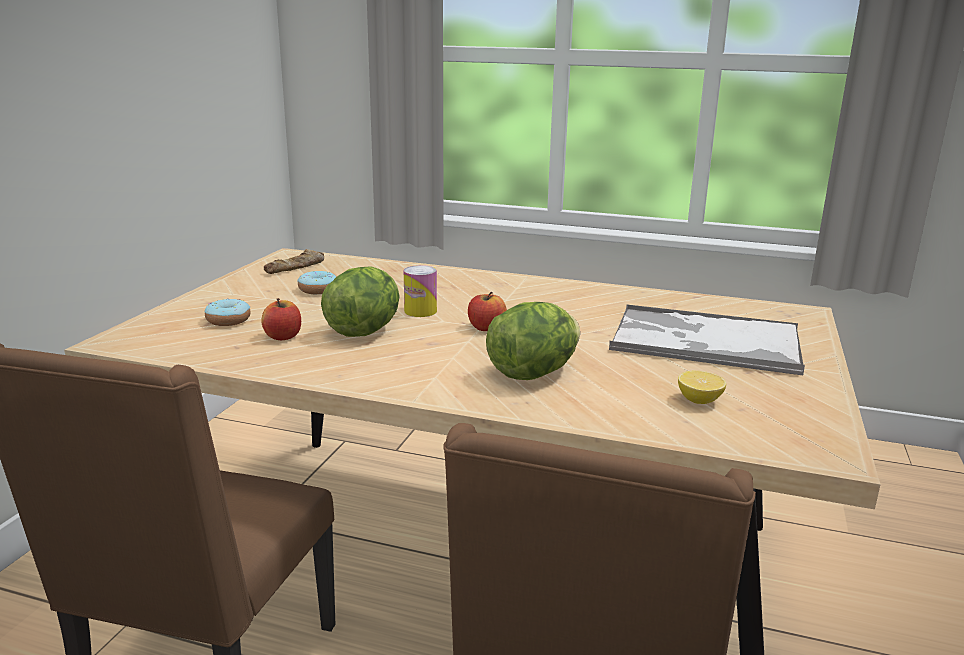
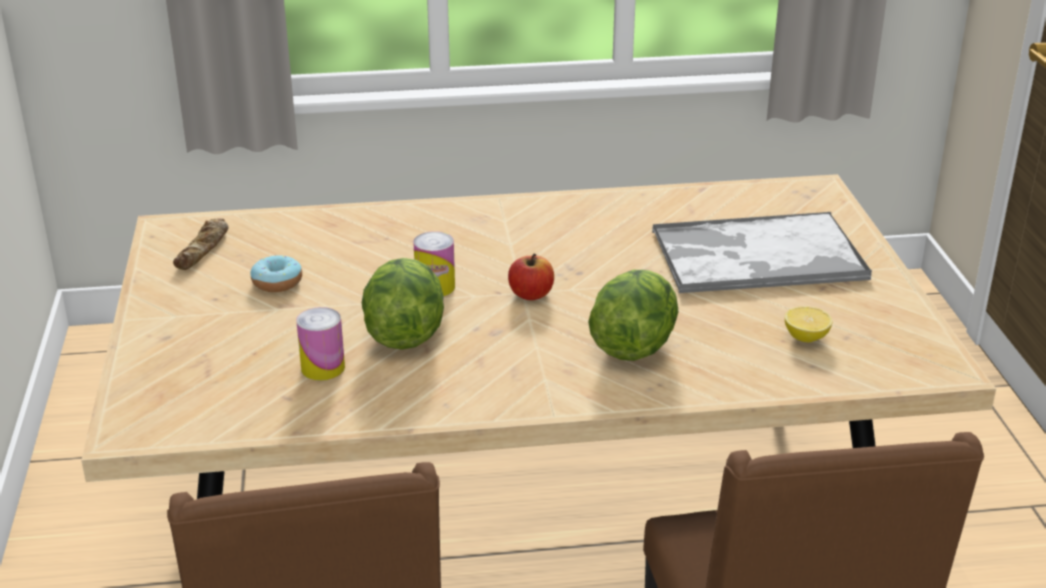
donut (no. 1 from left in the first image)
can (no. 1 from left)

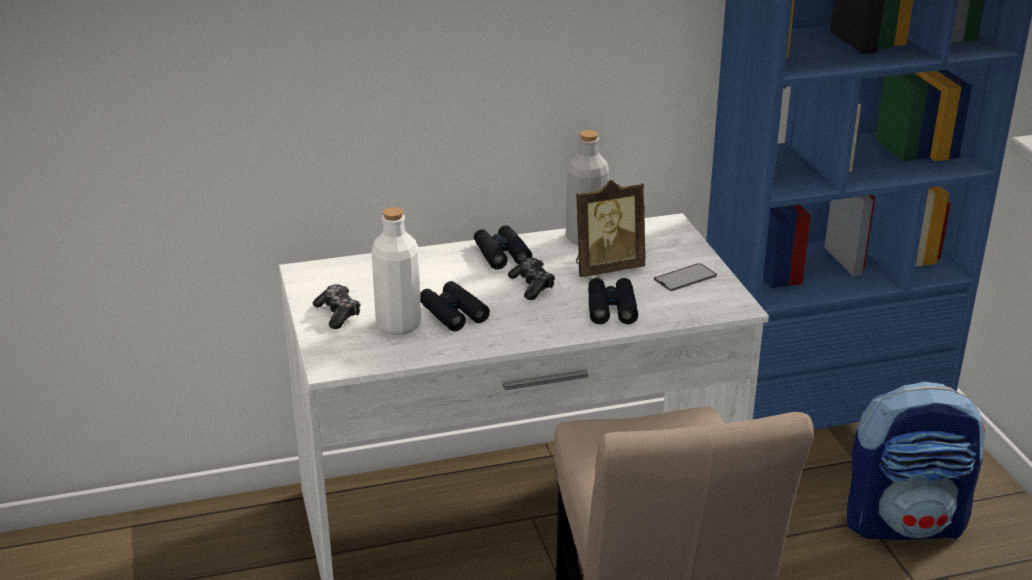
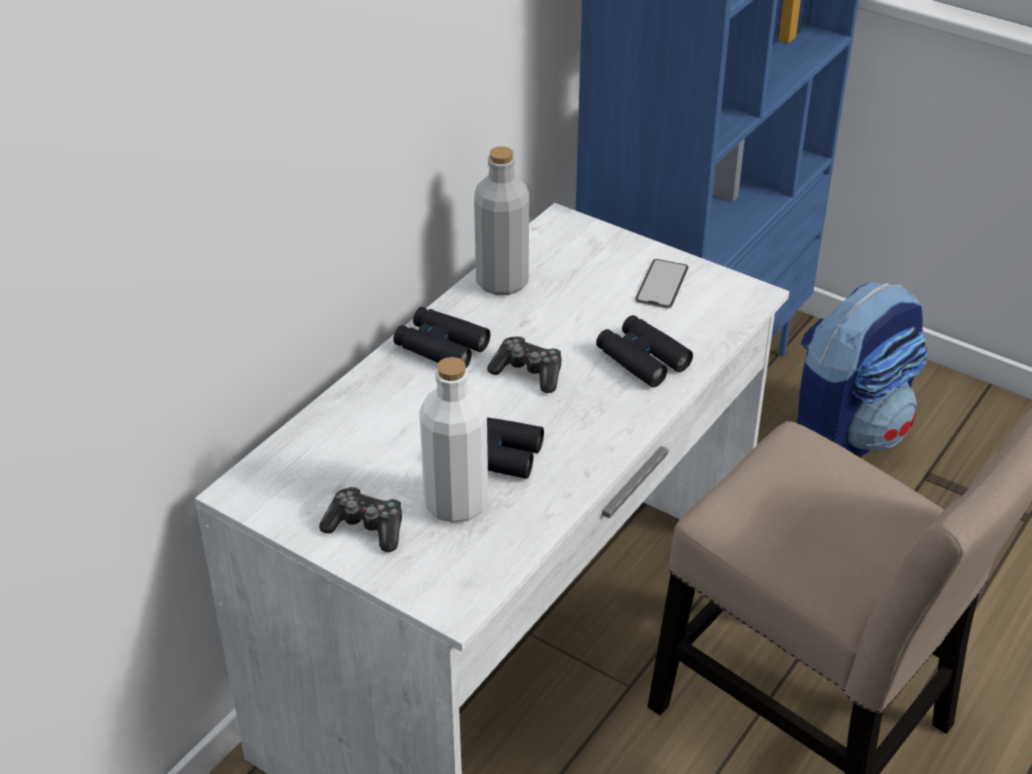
photo_frame

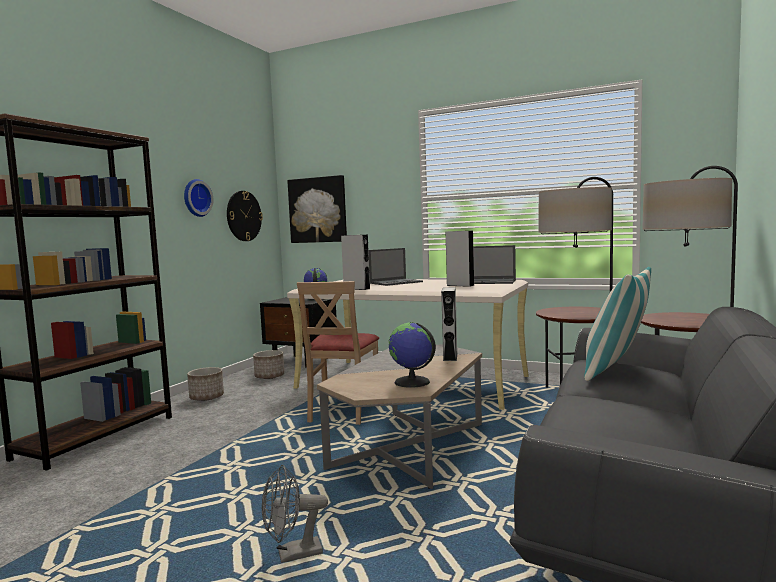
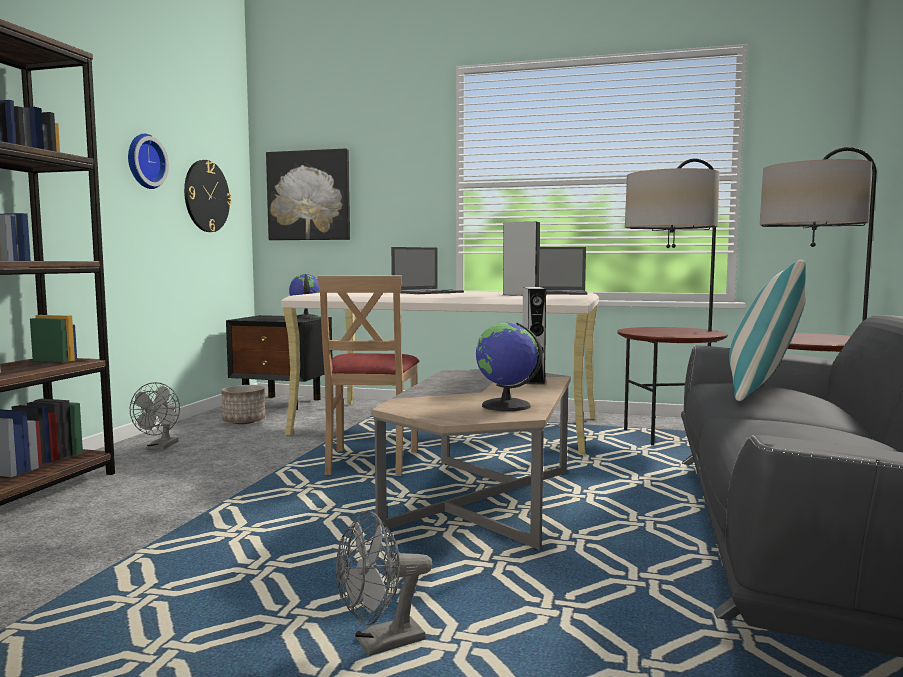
greyish_fan (no. 1 from left)
greyish_loudspeaker (no. 1 from left in the first image)

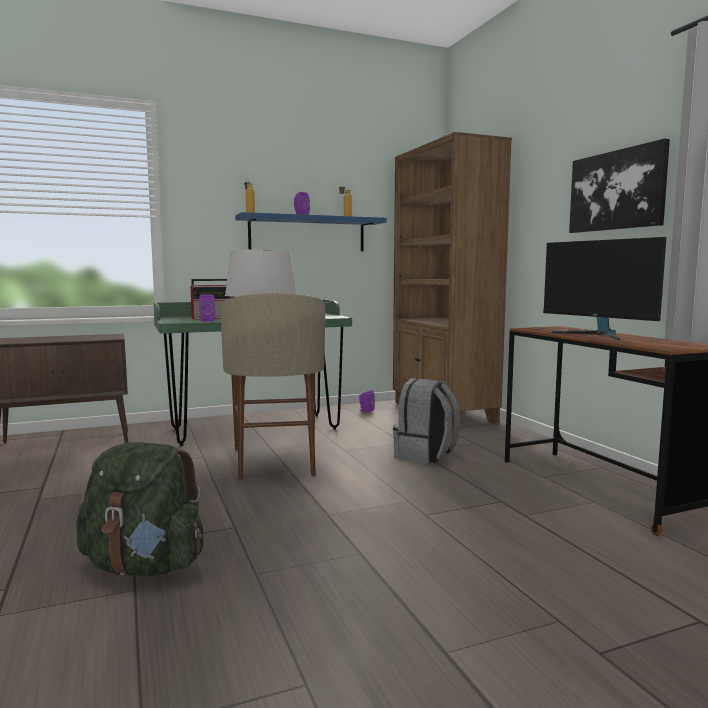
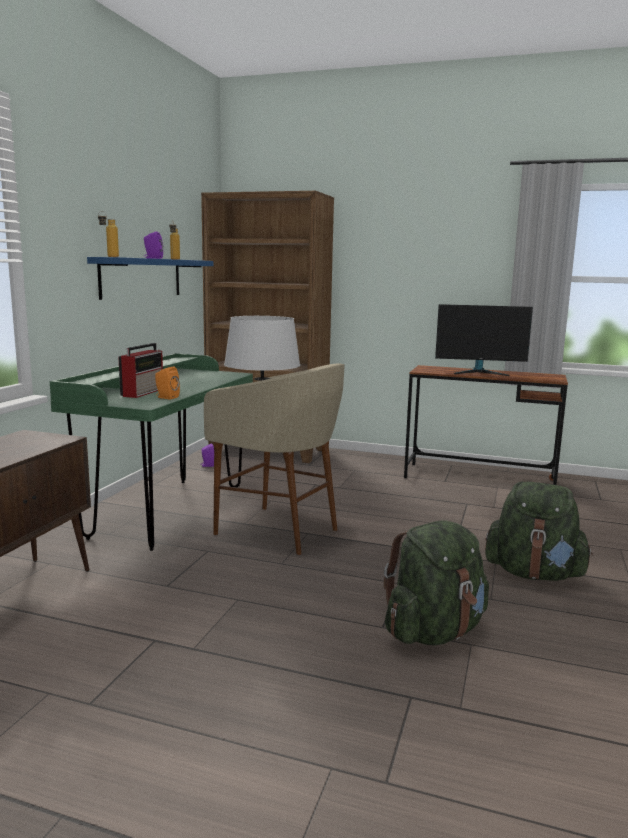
orange-coloured_loudspeaker
greyish_backpack
wall_picture
green_backpack (no. 2 from left)

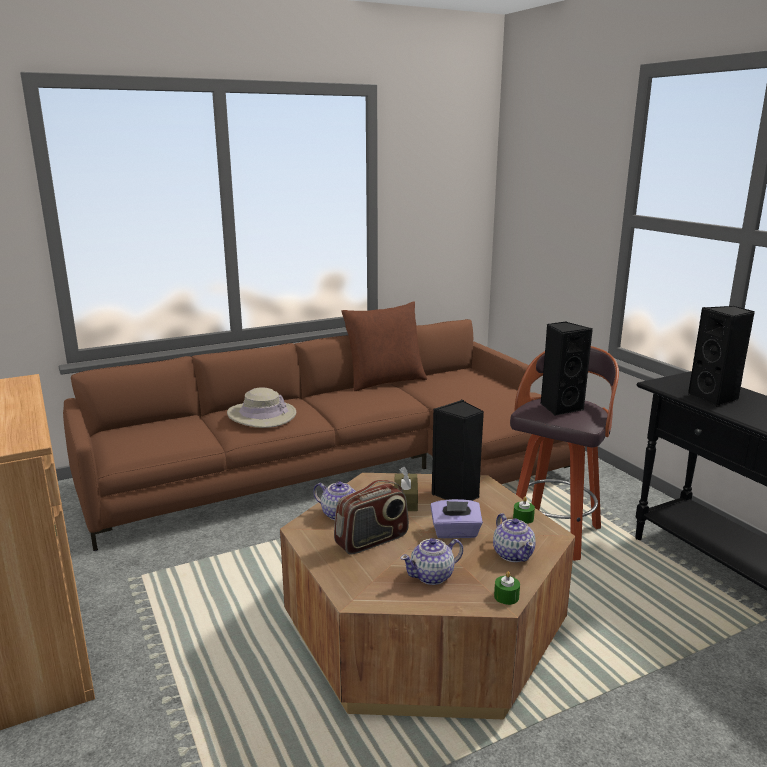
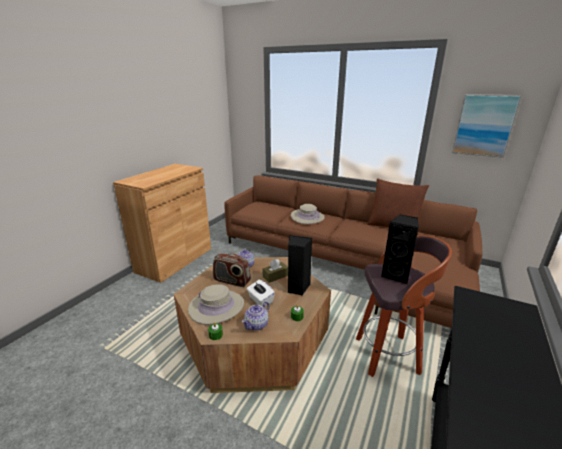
beige_hat (no. 1 from left)
white_tissue_holder
black_loudspeaker (no. 3 from left in the first image)
wall_picture

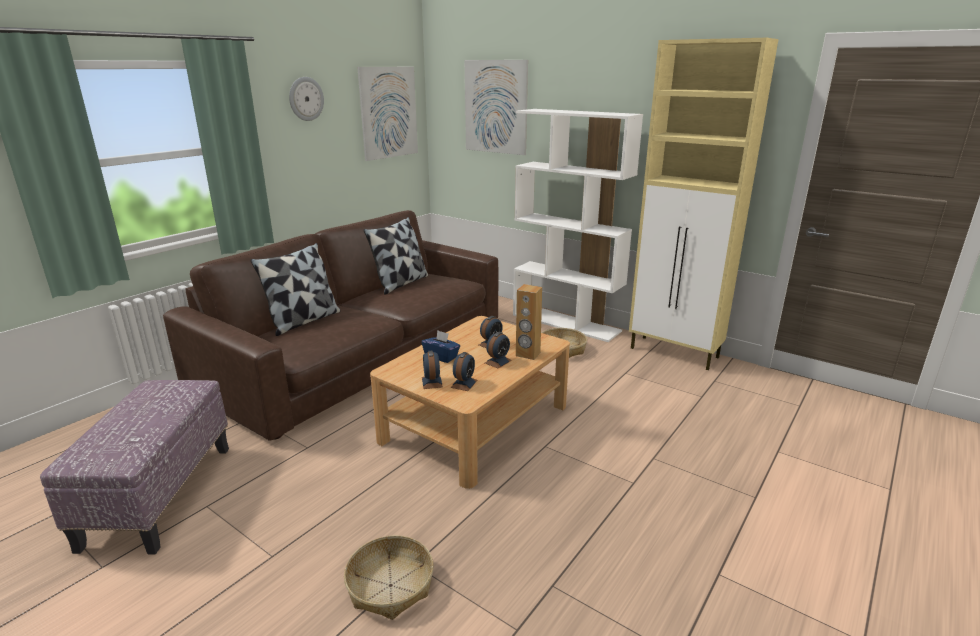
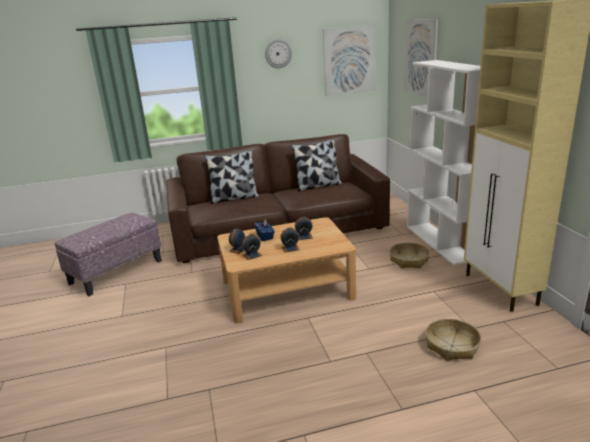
basket (no. 2 from left)
brown-coloured_loudspeaker

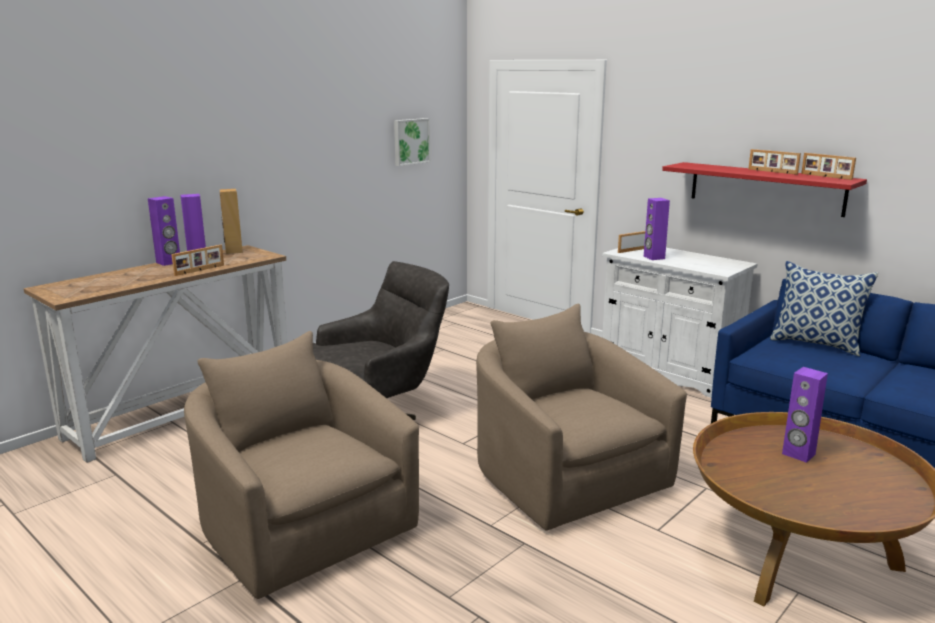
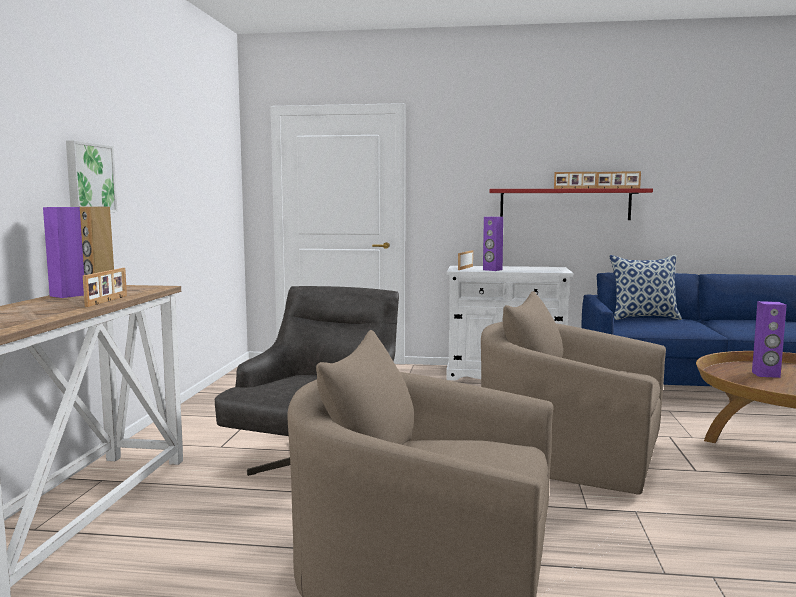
purplish_loudspeaker (no. 1 from left in the first image)
wall_picture

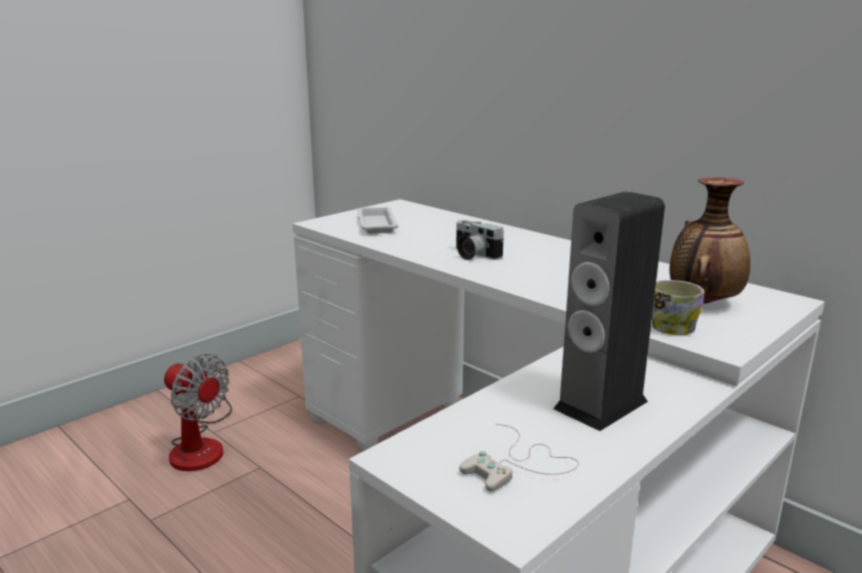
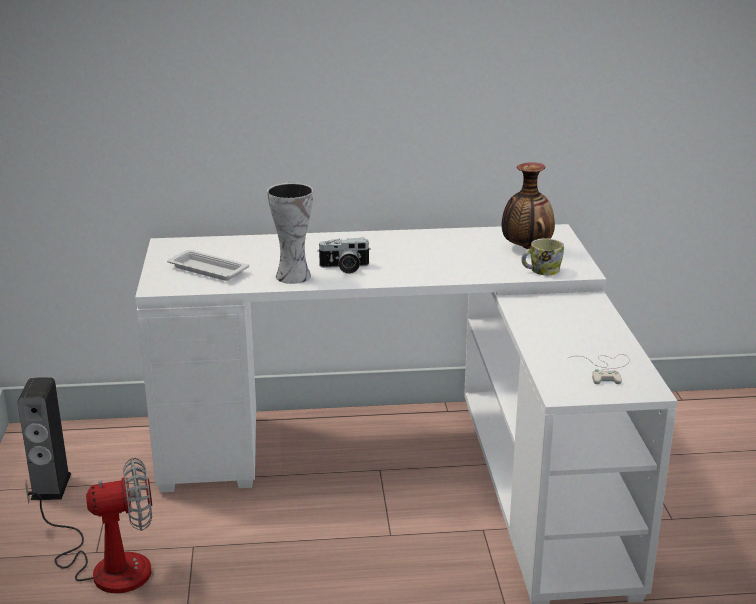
loudspeaker
vase (no. 1 from left)

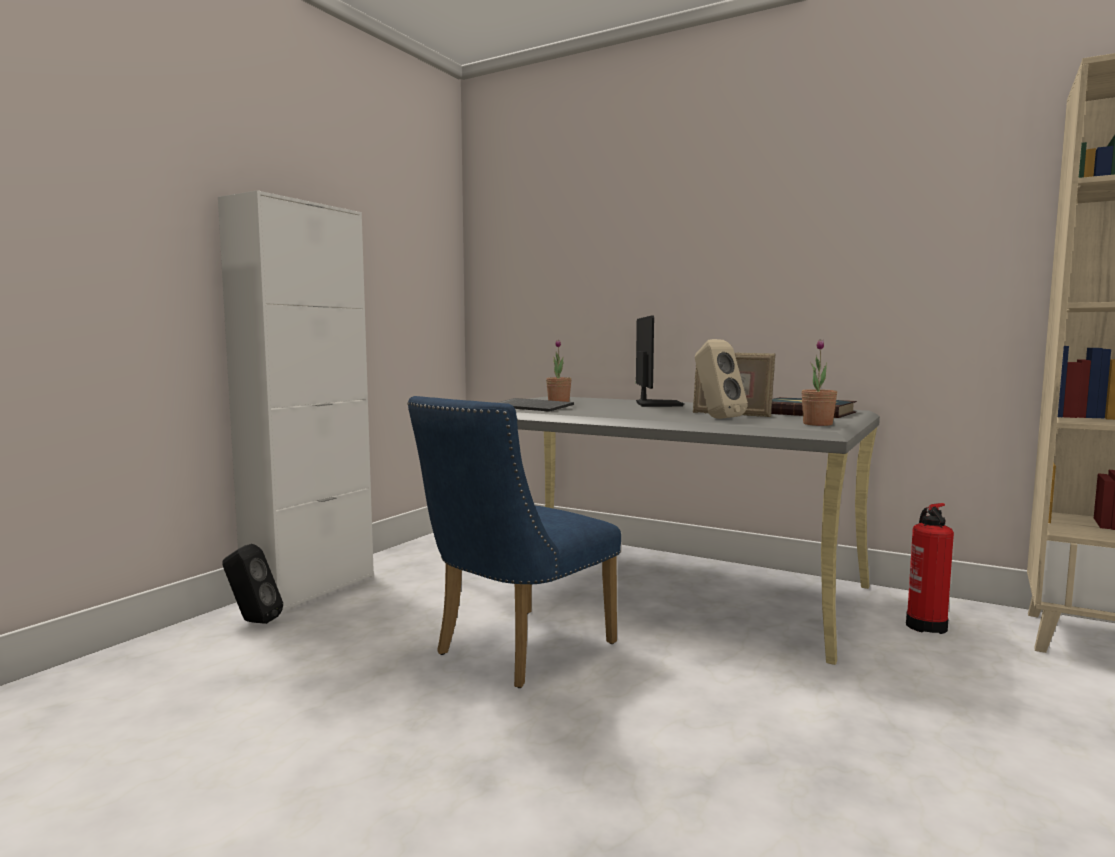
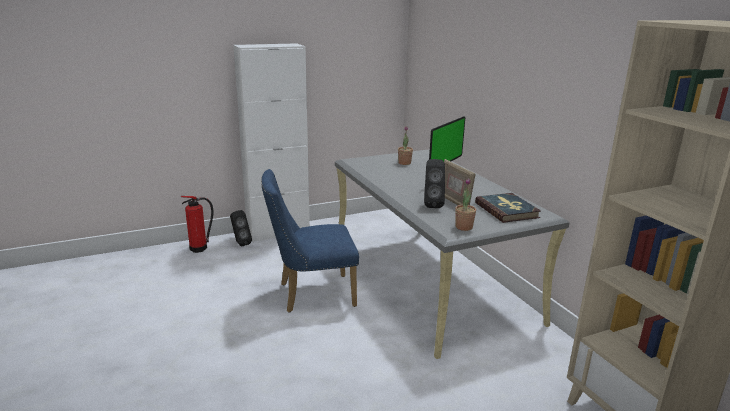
computer_keyboard
black_loudspeaker (no. 2 from left)
extinguisher

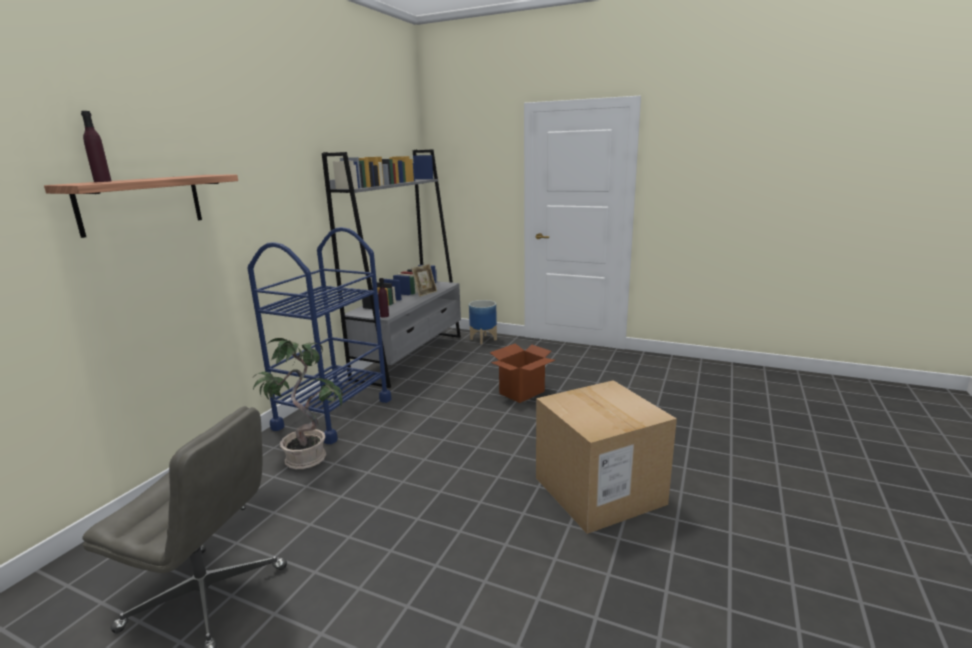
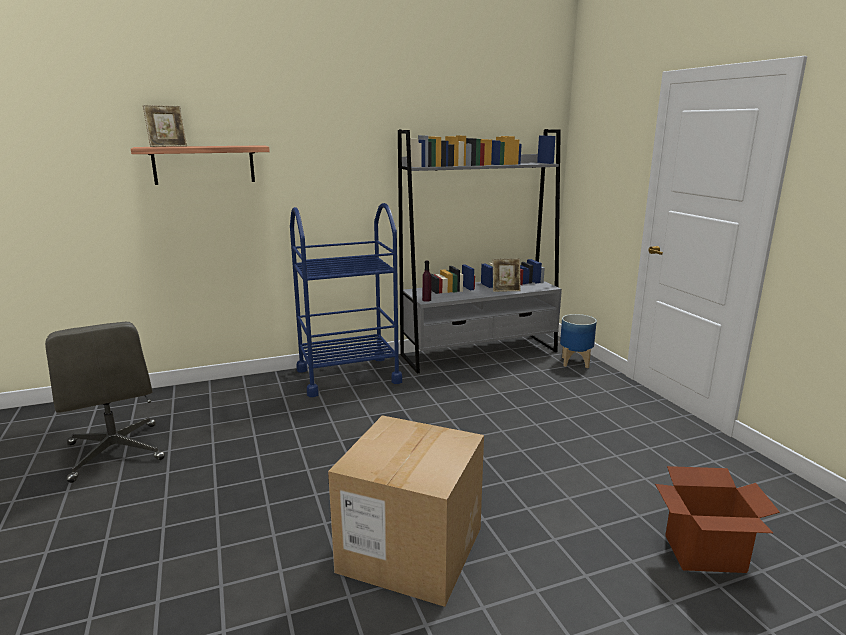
photo_frame (no. 1 from left)
potted_plant
carton (no. 2 from left)

